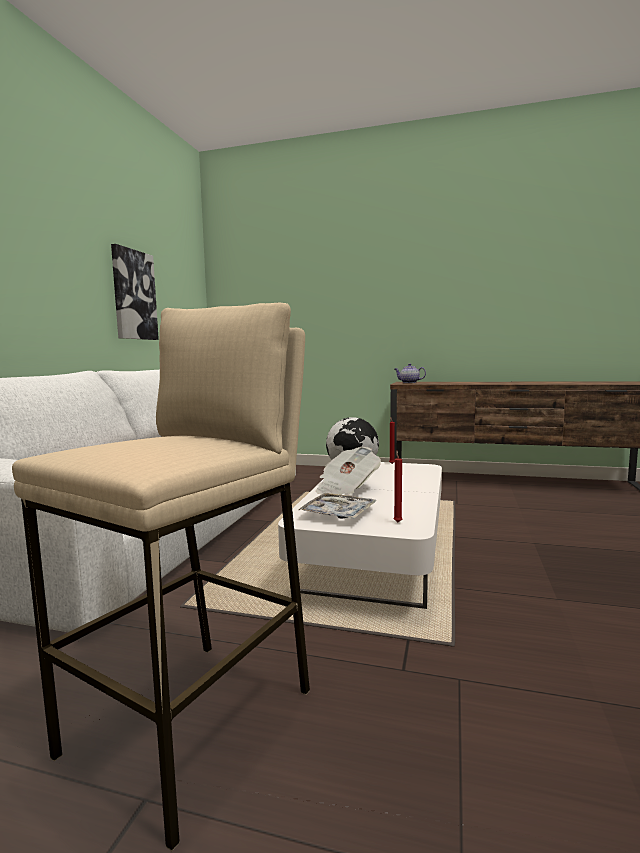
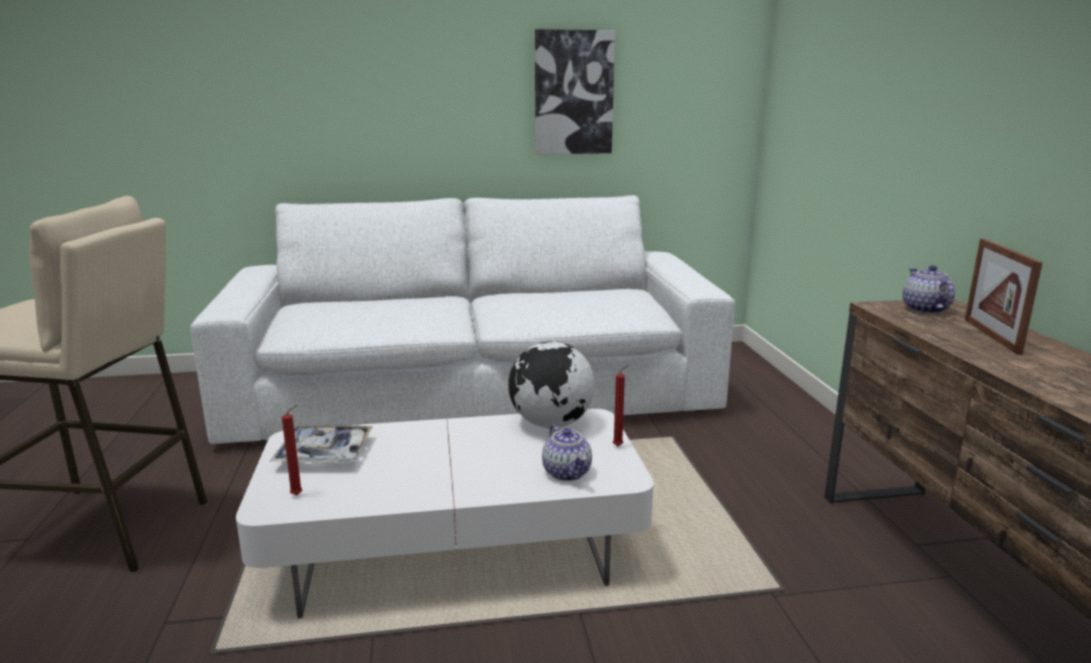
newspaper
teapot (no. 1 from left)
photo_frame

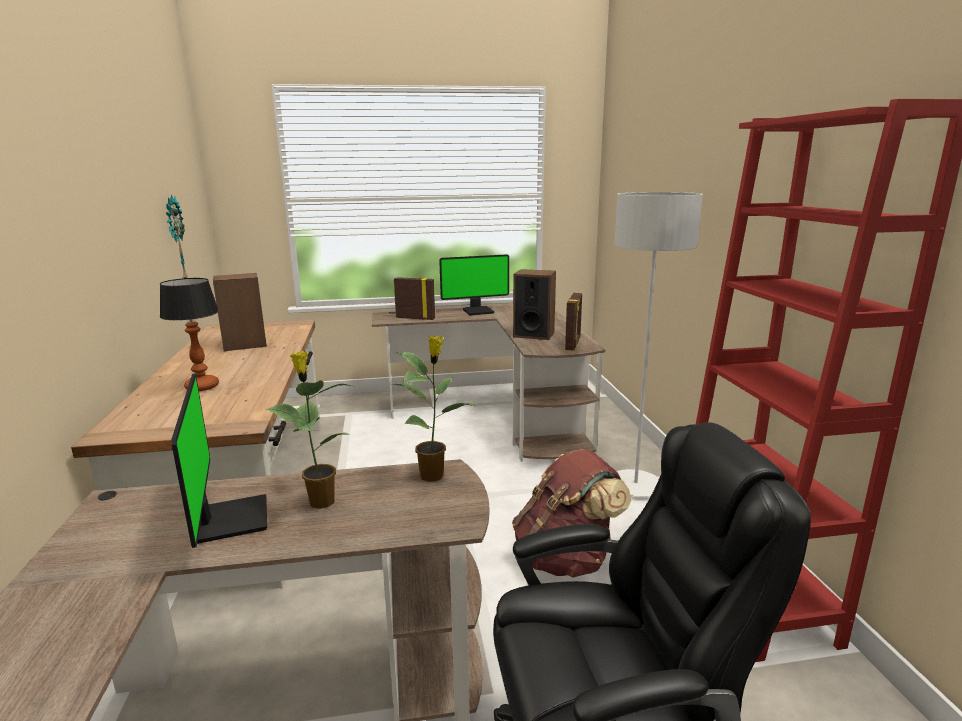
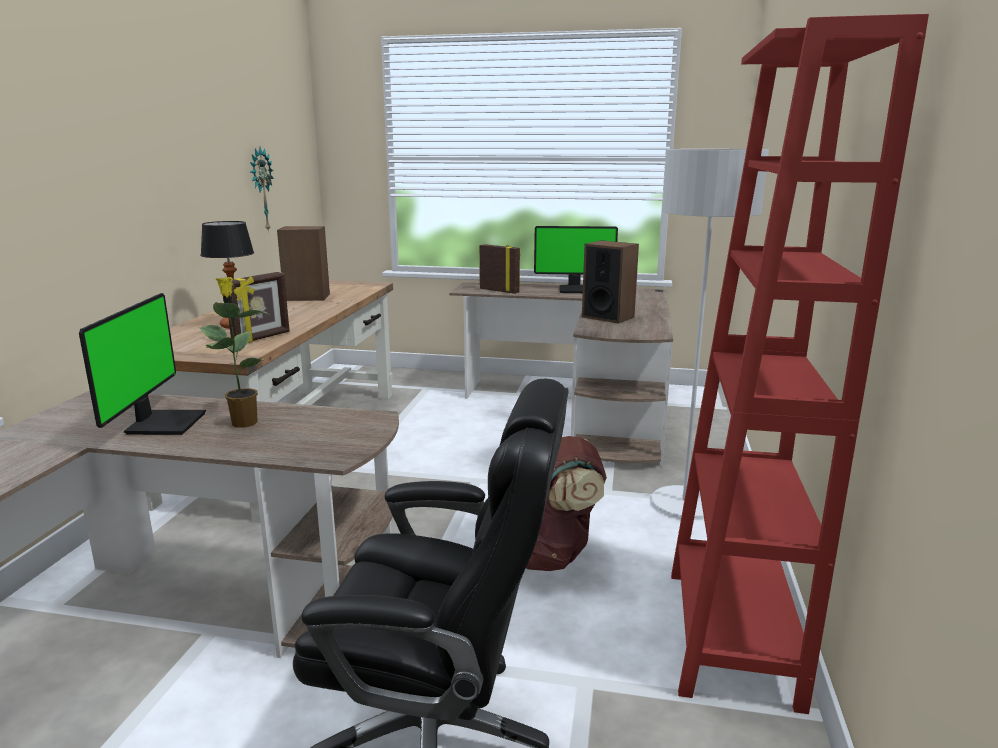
potted_plant (no. 2 from left in the first image)
photo_frame (no. 1 from left)

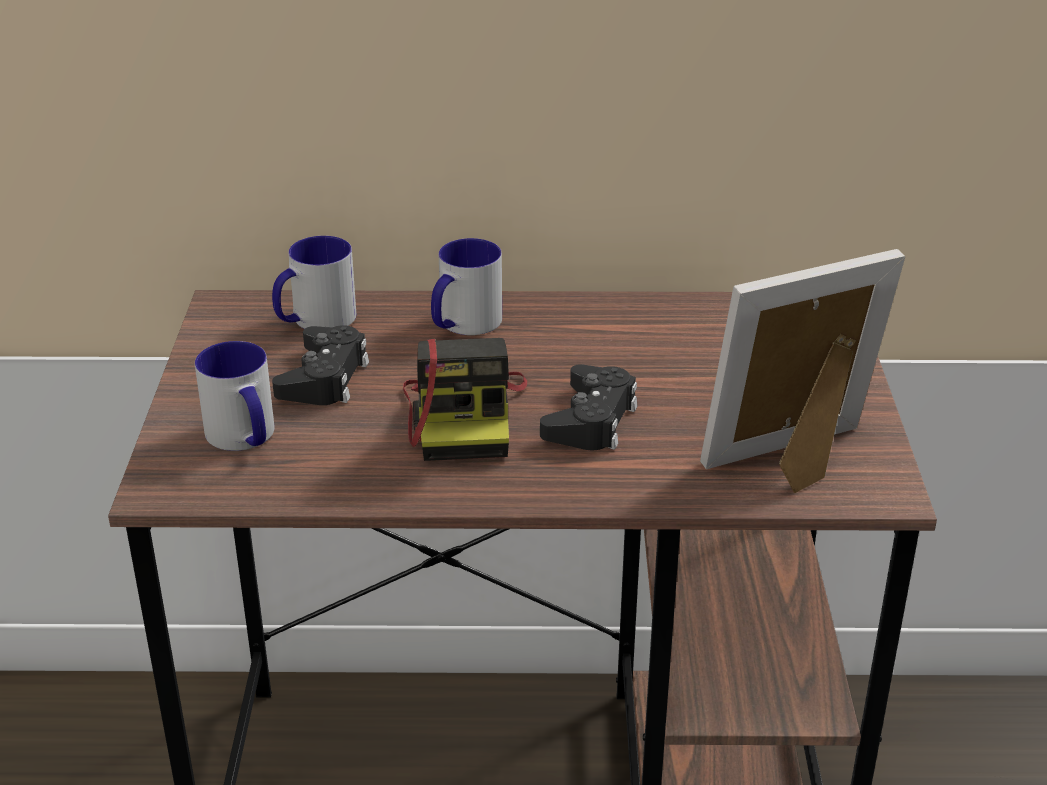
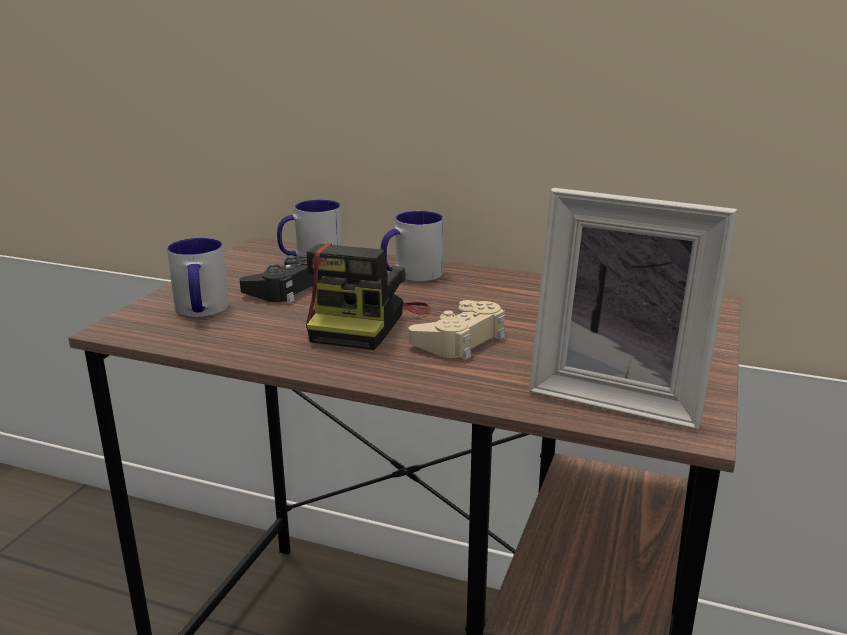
beige_game_controller
photo_frame

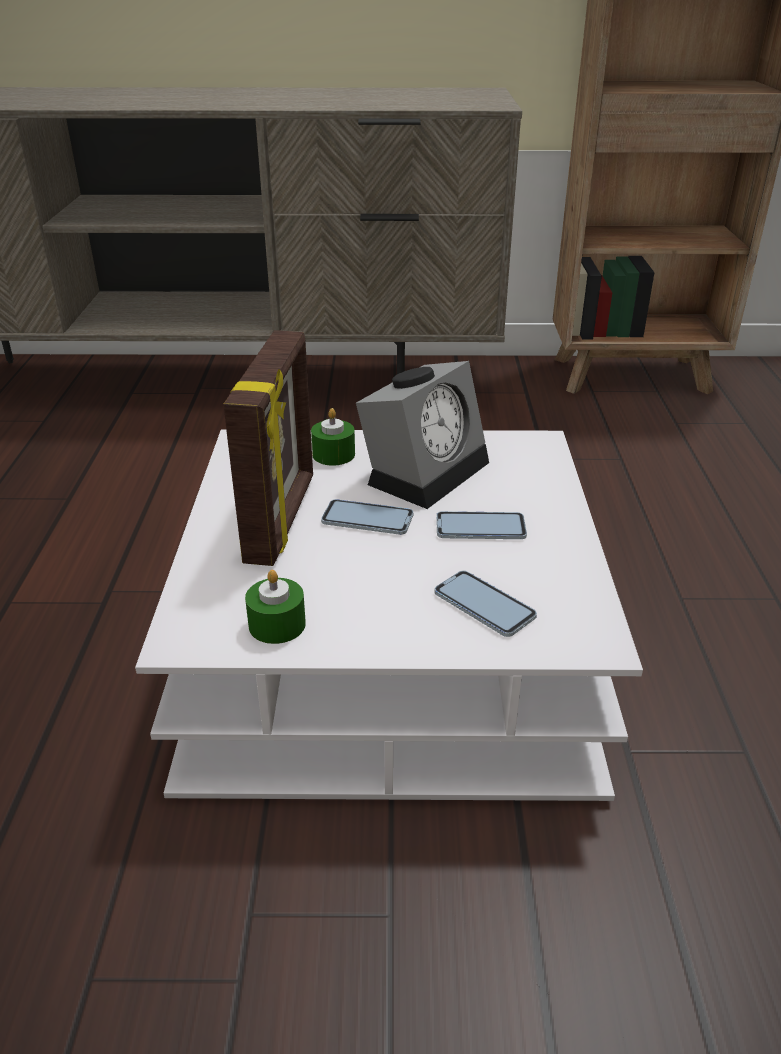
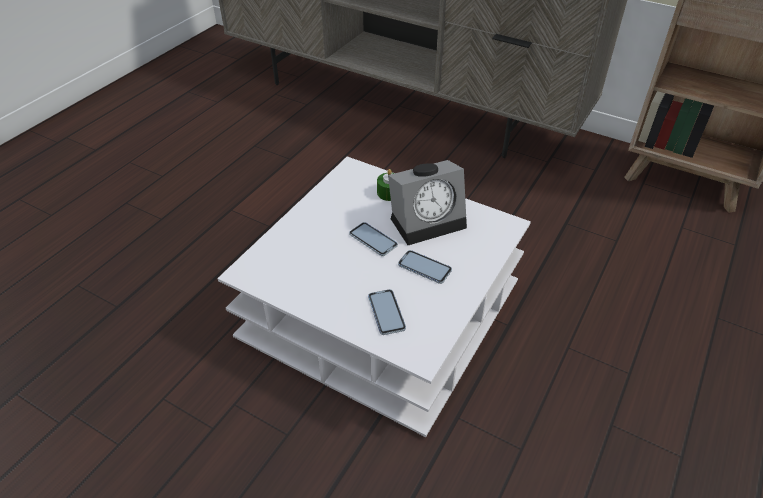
photo_frame
green_wax_candle (no. 1 from left in the first image)

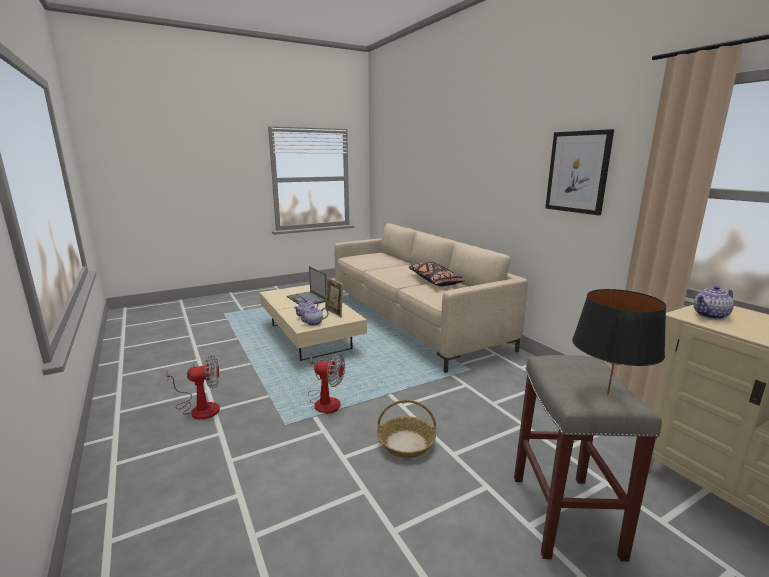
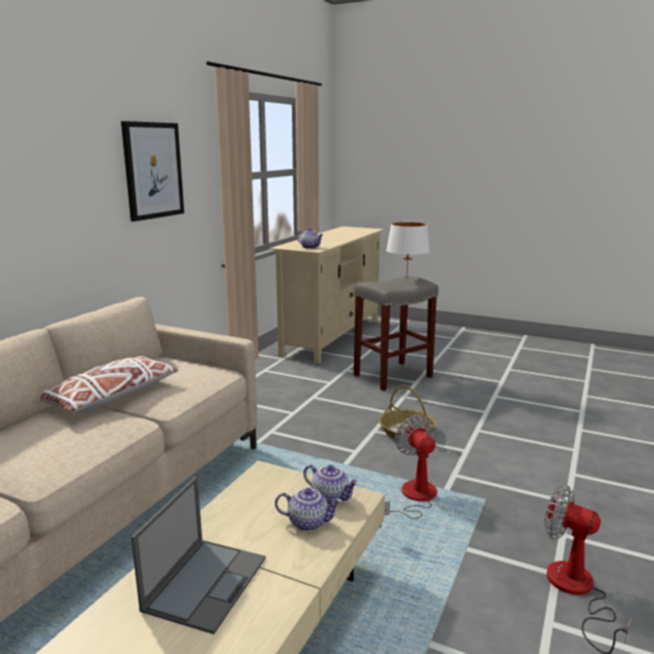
photo_frame
white_throw_pillow
white_lamp_for_a_table

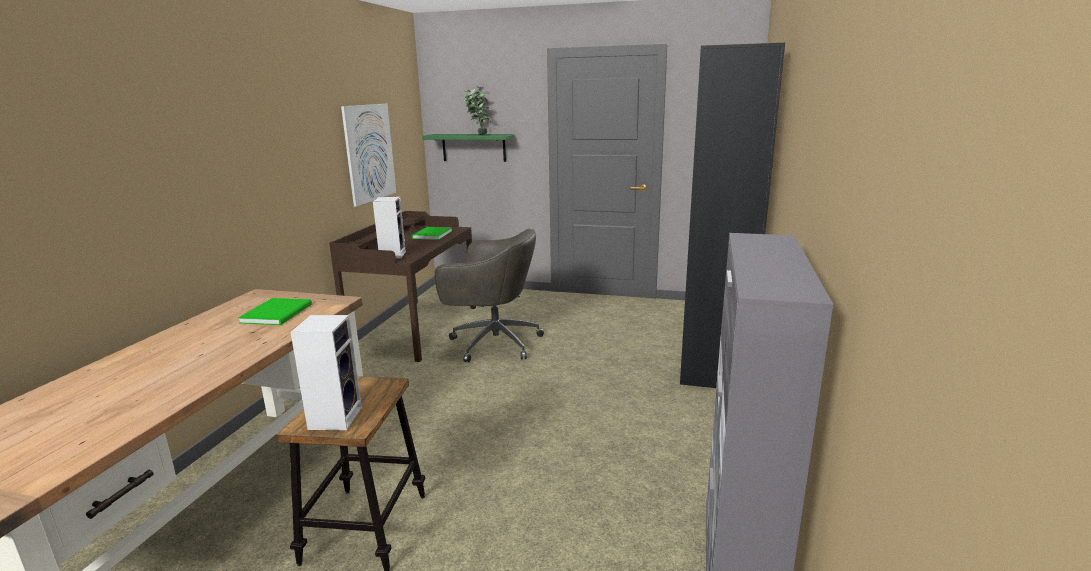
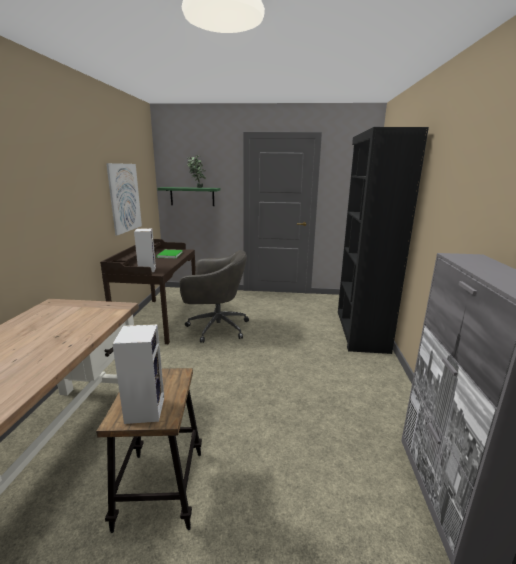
green_bound_book (no. 1 from left in the first image)

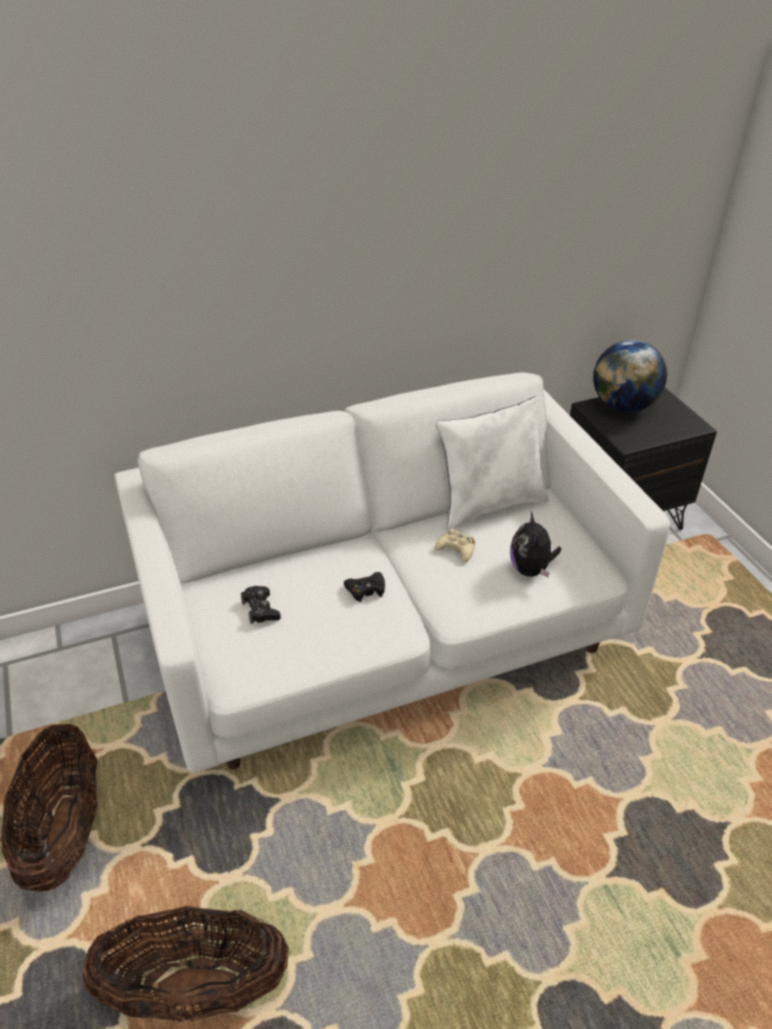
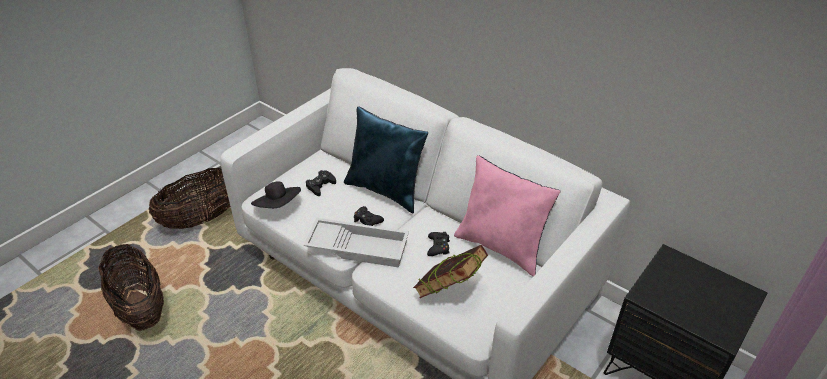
black_game_controller (no. 3 from left)
pink-coloured_throw_pillow
bound_book
desk_globe
black_hat
white_carrying_tray
blue-coloured_throw_pillow

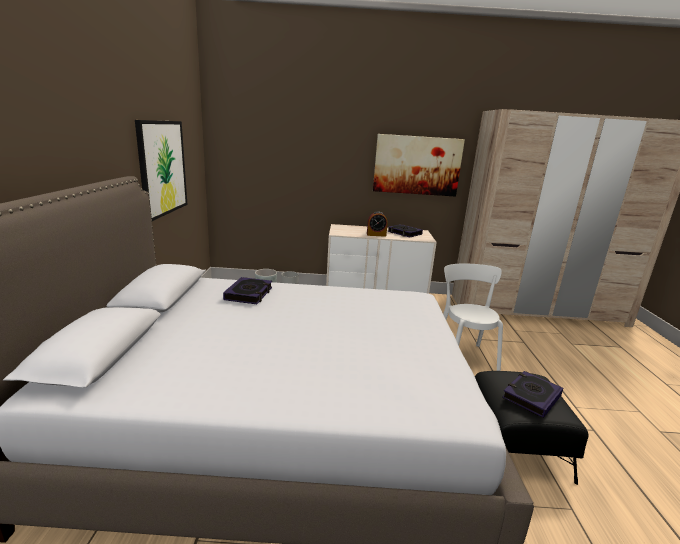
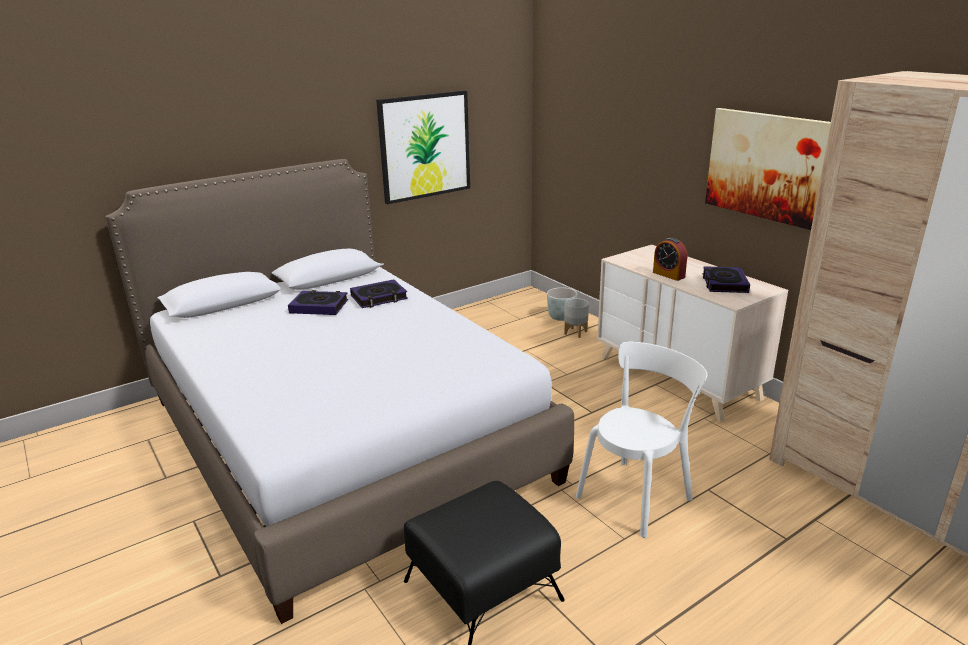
bound_book (no. 1 from left)

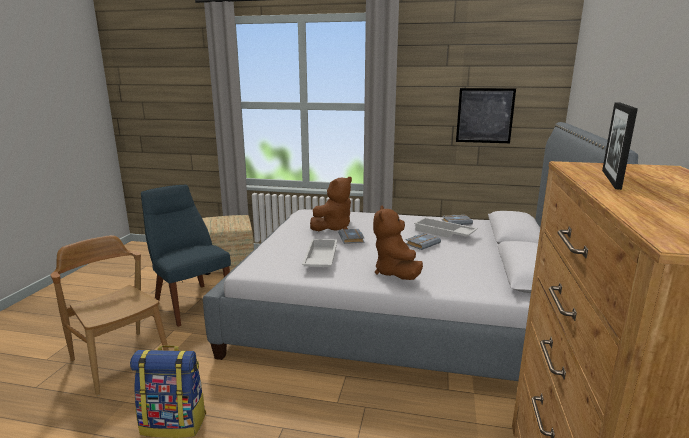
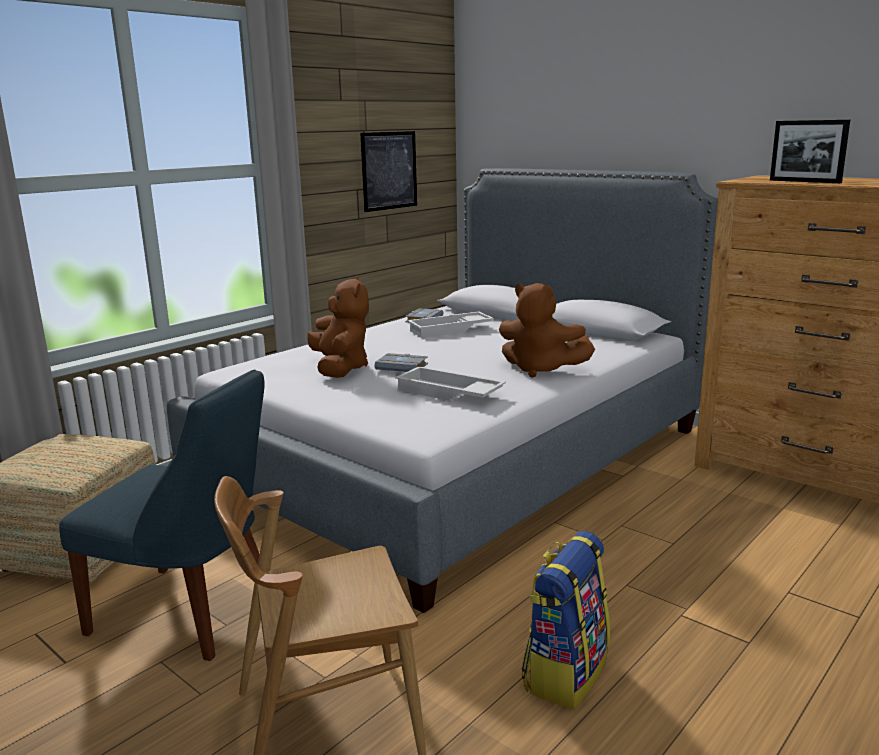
blue-coloured_plain_chair
greyish_bound_book (no. 2 from left in the first image)

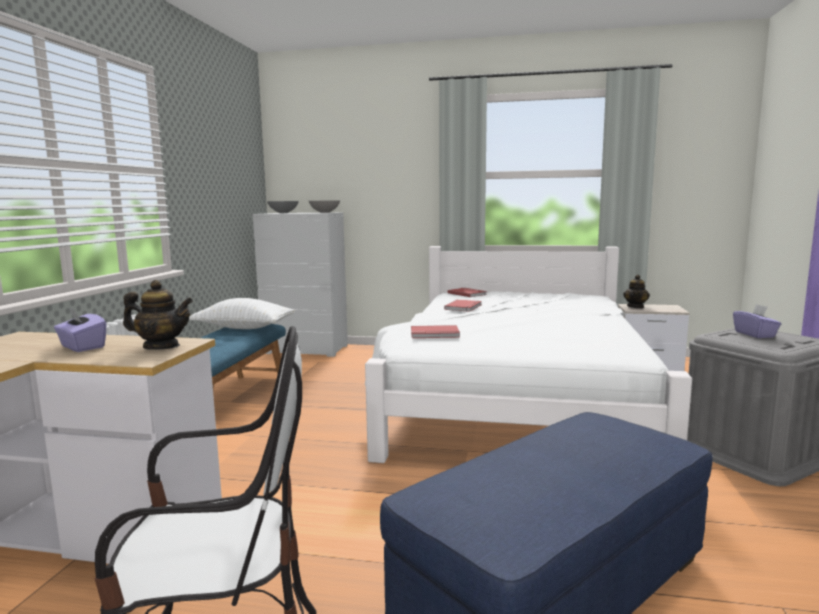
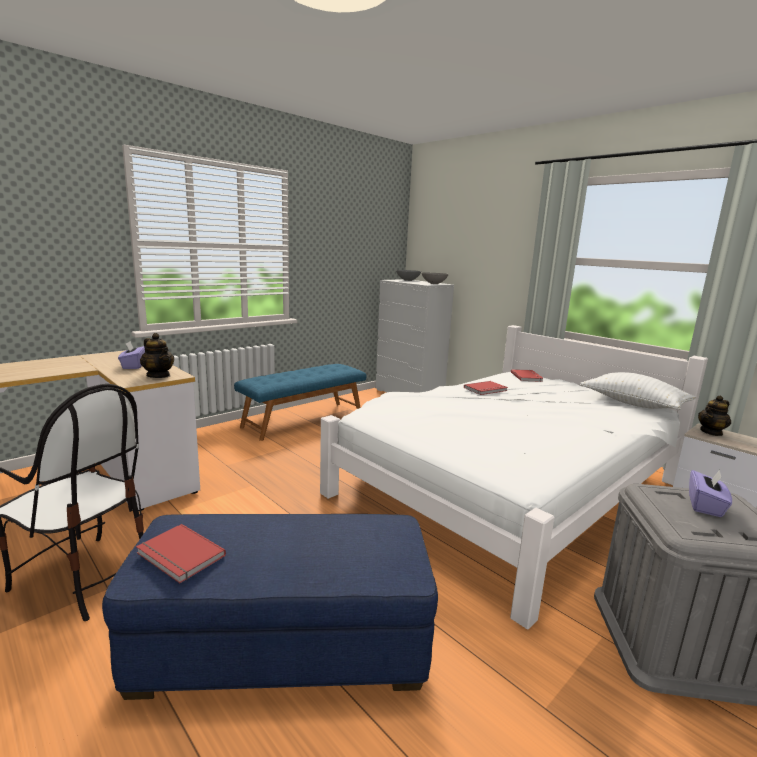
white_throw_pillow
red-coloured_bound_book (no. 1 from left)

